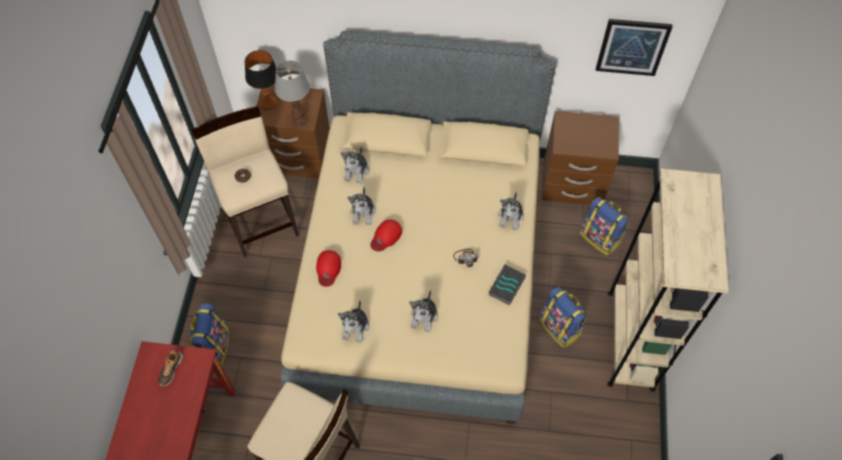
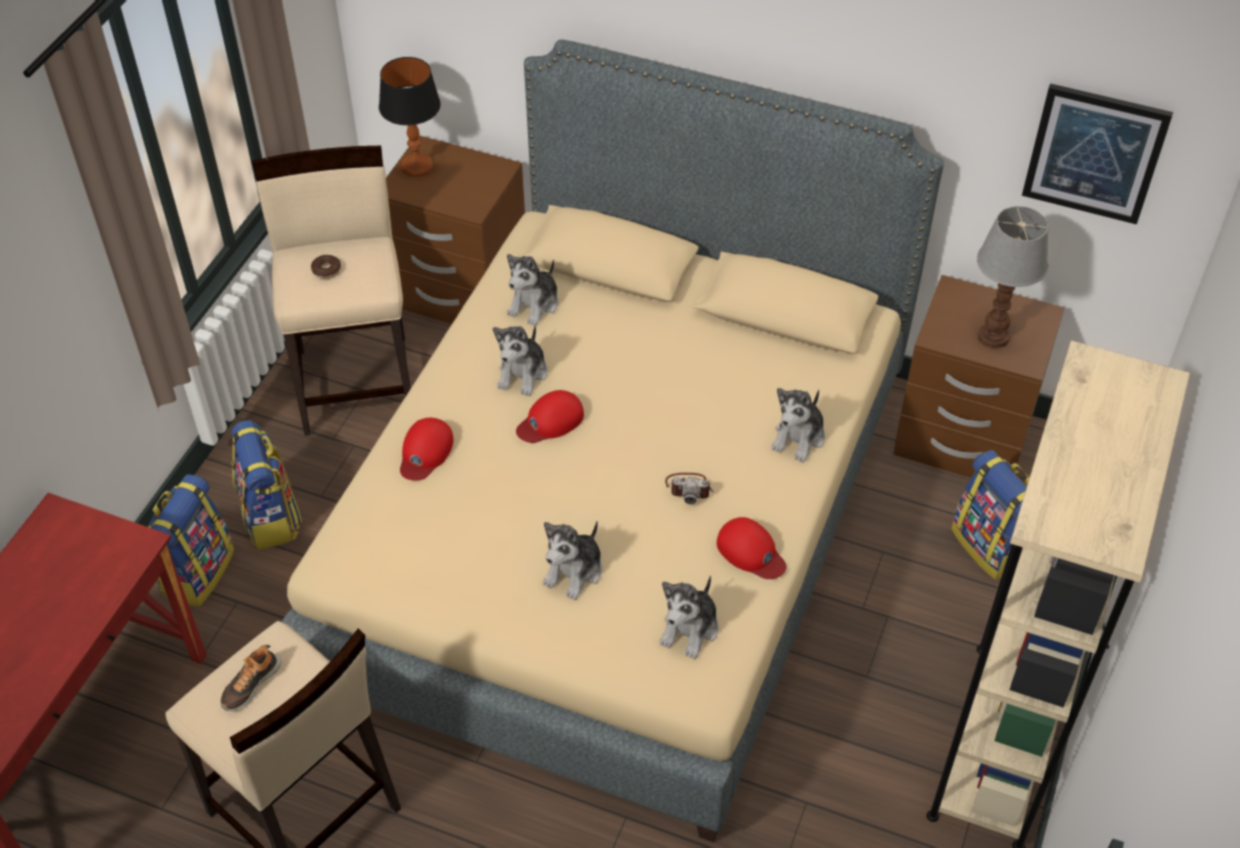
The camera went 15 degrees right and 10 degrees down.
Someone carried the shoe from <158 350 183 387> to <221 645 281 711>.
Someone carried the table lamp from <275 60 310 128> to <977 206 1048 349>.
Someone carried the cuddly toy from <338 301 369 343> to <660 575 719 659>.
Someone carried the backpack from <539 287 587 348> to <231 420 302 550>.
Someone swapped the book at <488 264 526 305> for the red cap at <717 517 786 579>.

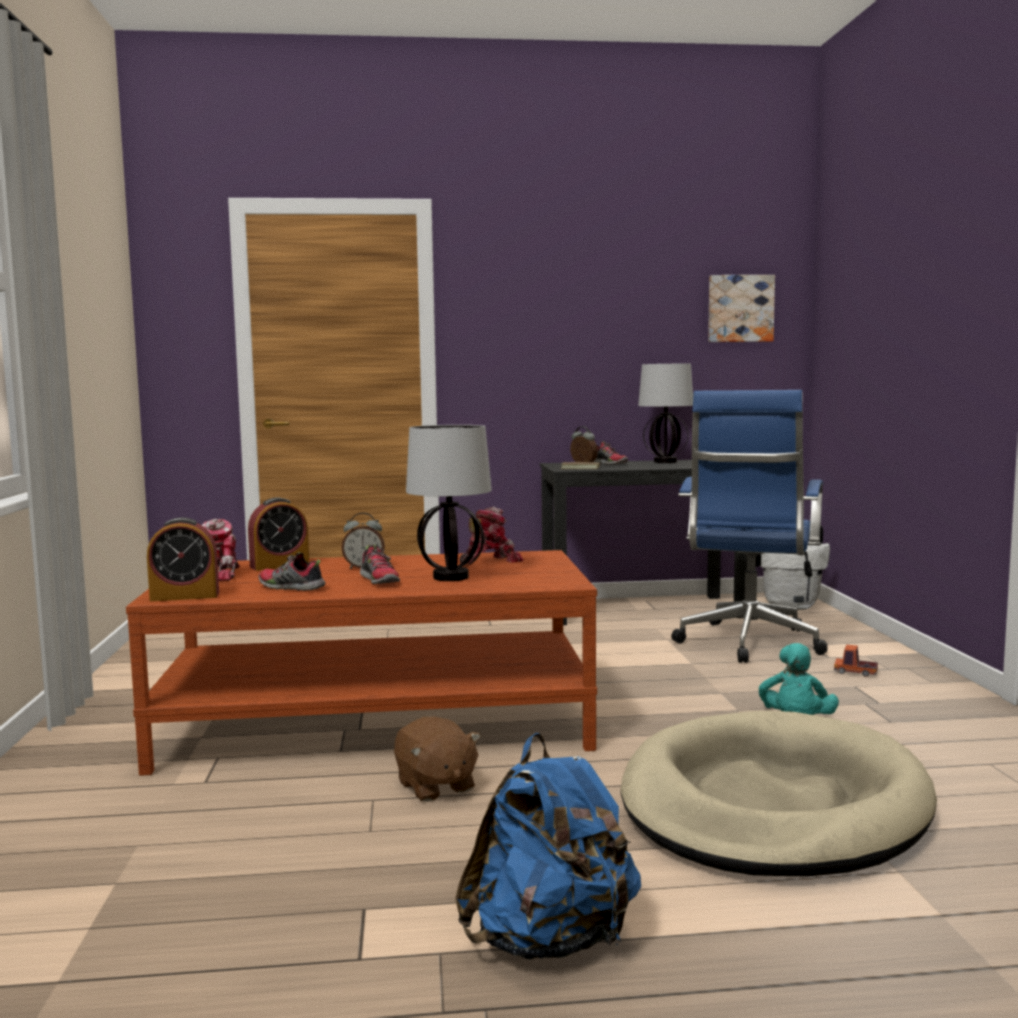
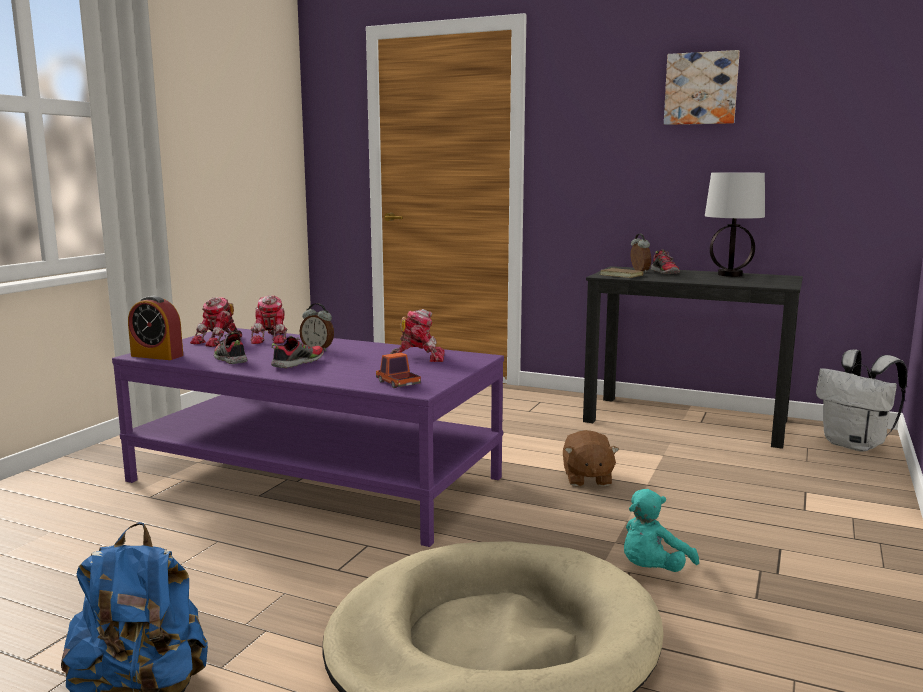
The camera went 30 degrees right and 5 degrees up.
Someone took away the table lamp at <406 425 492 581>.
Someone took away the bluish computer chair at <671 390 828 663>.
Someone carried the brown cuddly toy from <394 717 481 802> to <563 430 619 486>.
Someone carried the picture from <708 275 775 342> to <664 50 740 125>.
Someone carried the model truck from <834 645 878 677> to <376 352 421 388>.
Someone swapped the alarm clock at <248 497 309 571> for the robot figure at <250 296 288 344>.
Someone repainted the brown low table at <126 550 597 776>, which became the purple-coloured low table at <112 328 504 547>.
Someone rotated the shoe at <360 545 400 584> by 150 degrees counterclockwise.

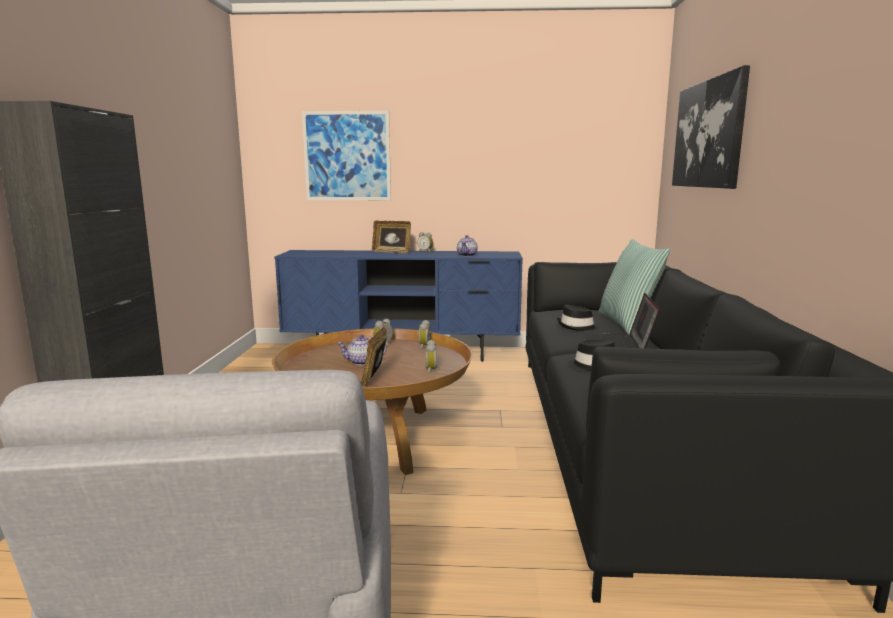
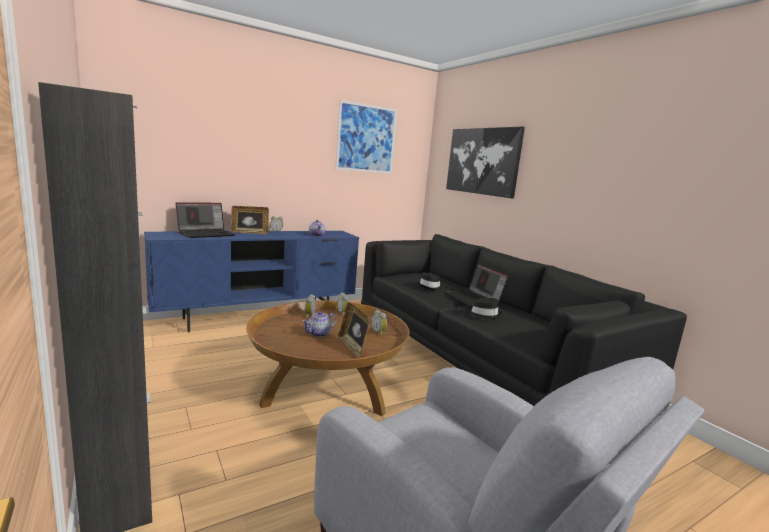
The camera went 35 degrees left and 0 degrees up.
Someone took away the throw pillow at <599 239 670 335>.
Someone put down the laptop at <176 202 236 238>.
Someone carried the picture from <302 111 391 200> to <335 100 397 174>.

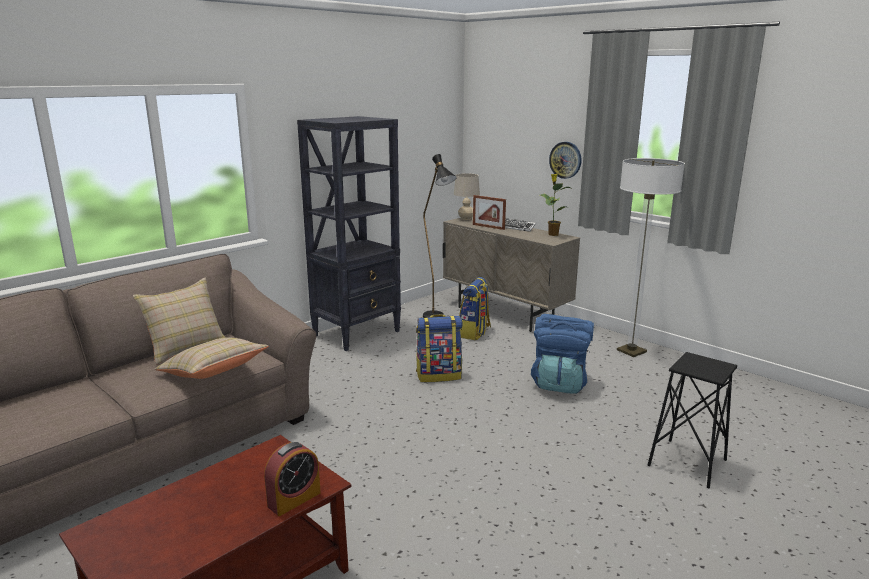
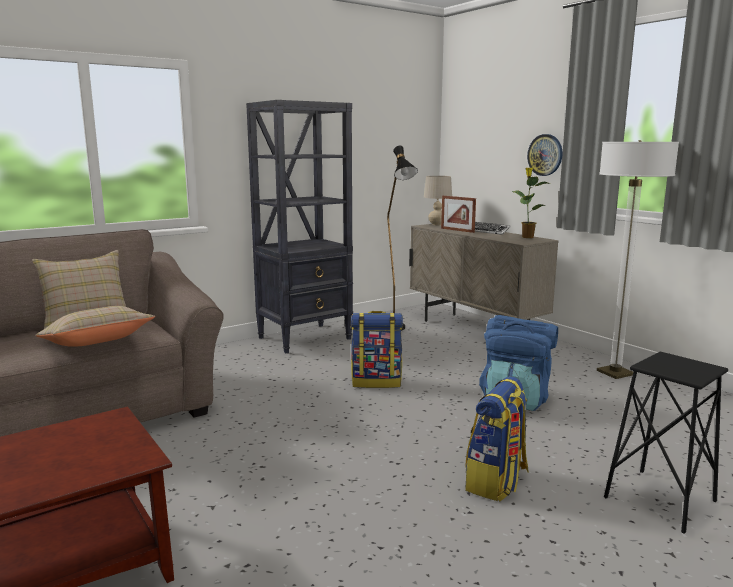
The camera went 10 degrees right and 5 degrees down.
Someone took away the alarm clock at <264 442 321 516>.
Someone carried the backpack from <459 277 491 340> to <465 376 529 502>.

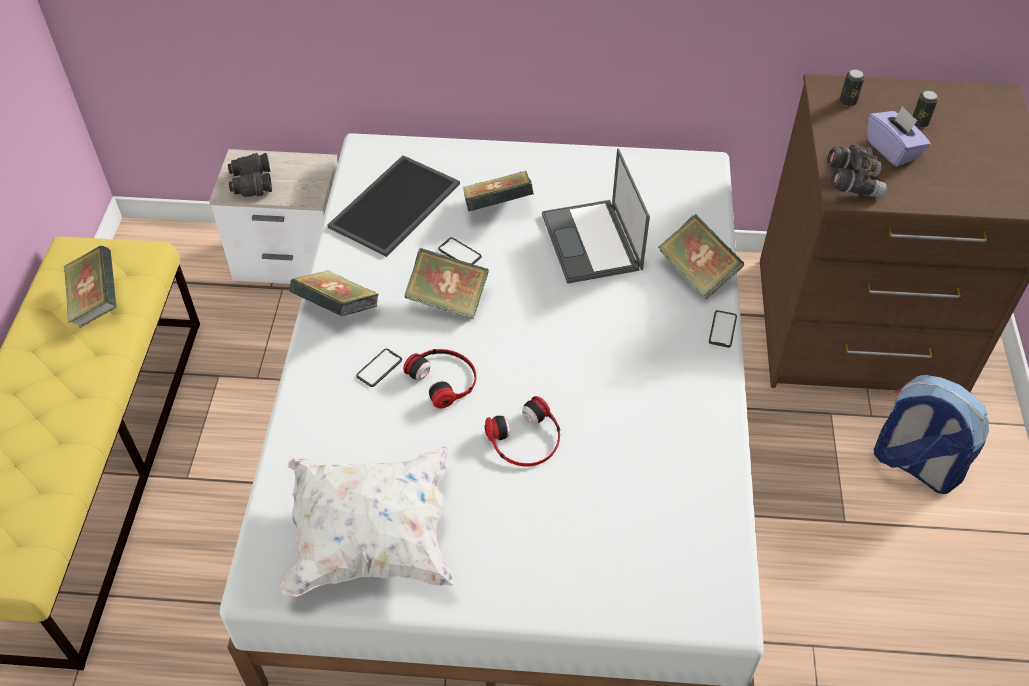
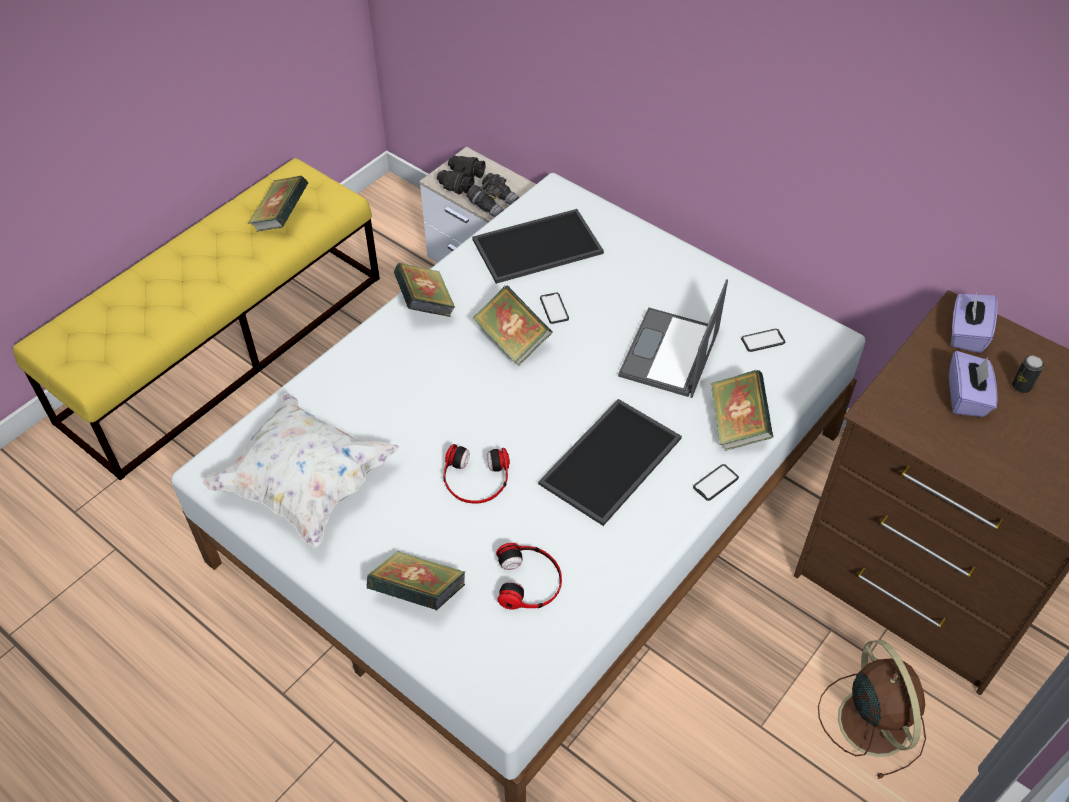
The camera went 35 degrees right and 0 degrees up.
Someone put down the serving tray at <538 399 682 526>.
Someone carried the phone from <356 349 402 387> to <741 329 785 352>.
Someone carried the headset from <403 349 477 408> to <496 543 562 610>.
Someone carried the book from <463 171 534 212> to <366 551 465 610>.
Someone carried the greyish pair of binoculars from <827 144 887 198> to <467 173 519 218>.
Someone swapped the metal can at <840 69 865 106> for the purple-coloured box of tissues at <951 291 998 353>.
Someone swapped the backpack at <874 375 989 494> for the brown fan at <818 639 926 779>.

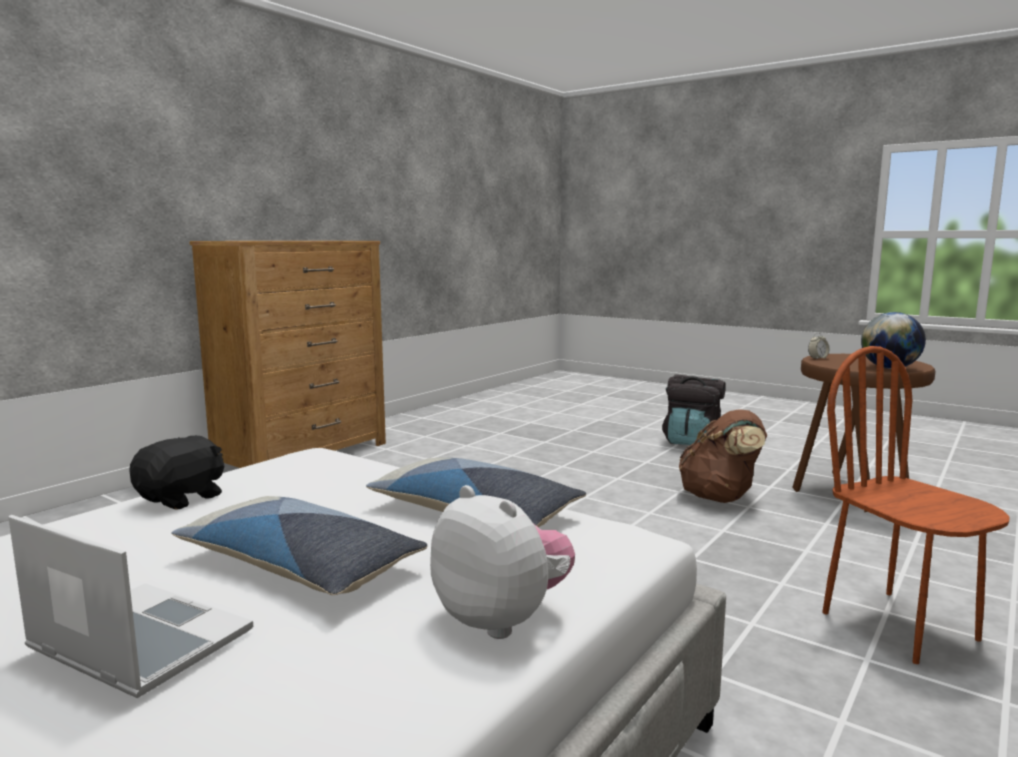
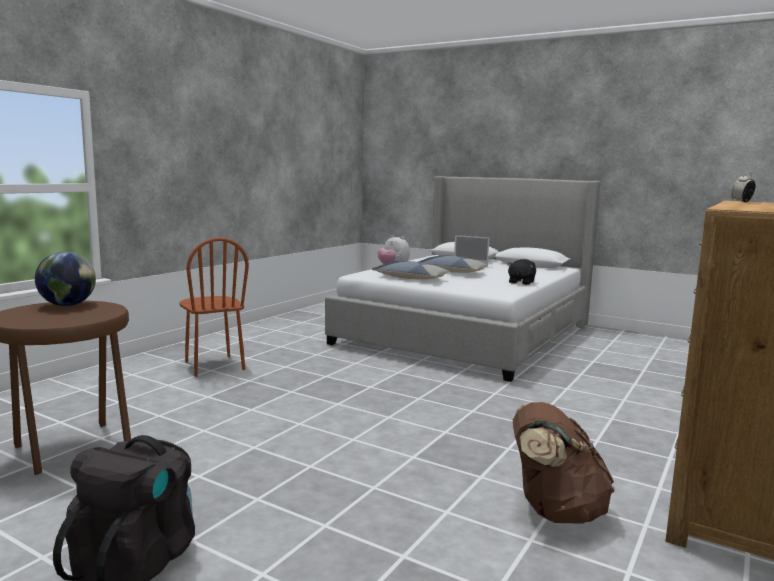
The camera went 175 degrees right and 0 degrees up.
Someone carried the brown backpack from <679 409 767 503> to <513 402 615 523>.
Someone carried the alarm clock from <808 333 829 360> to <731 172 756 202>.

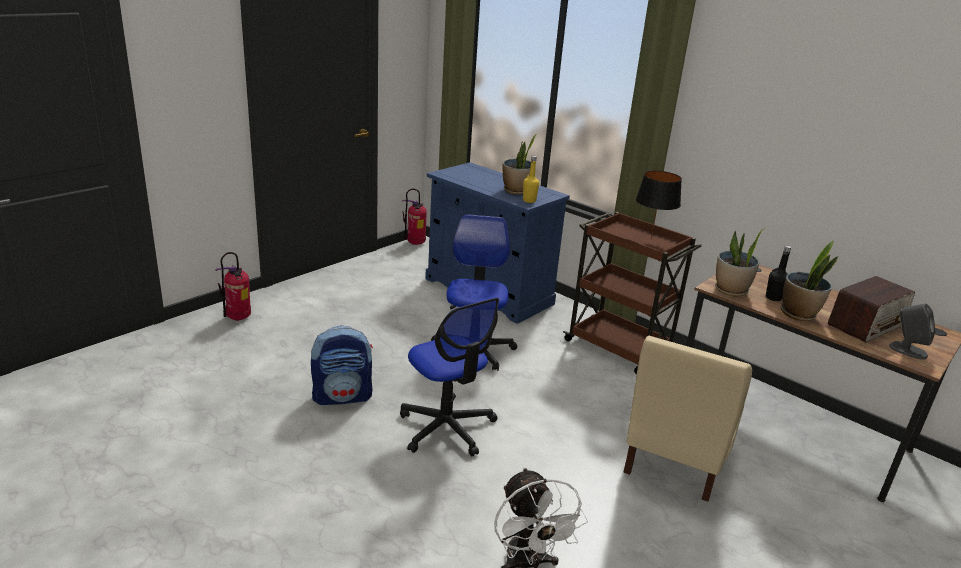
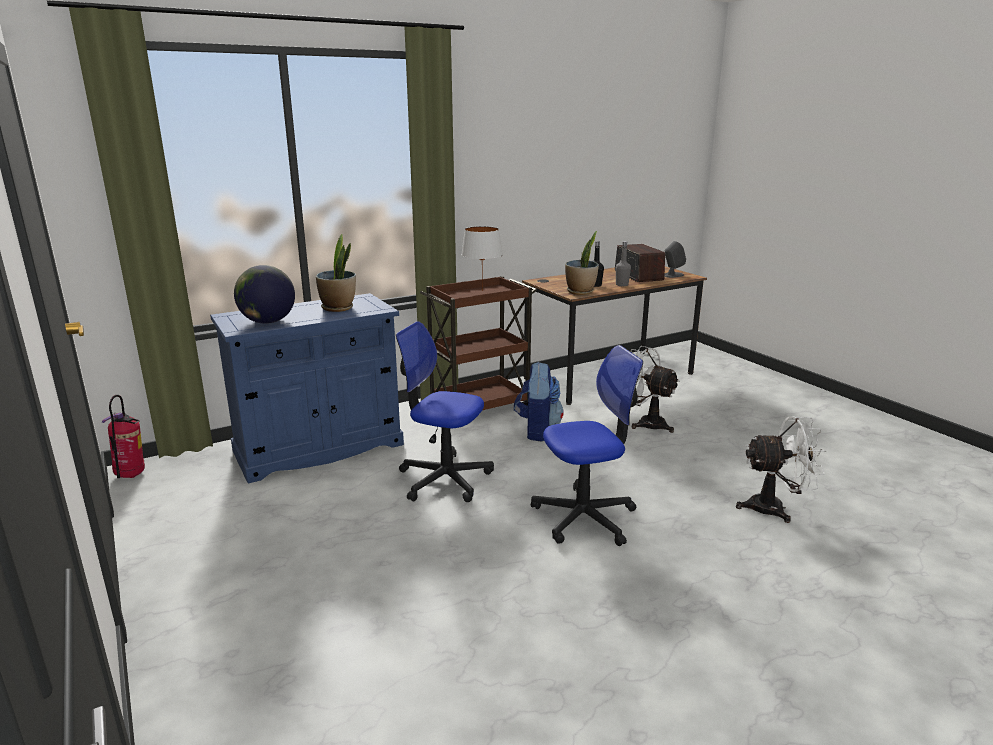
The camera went 70 degrees left and 5 degrees down.
Someone took away the extinguisher at <215 252 251 321>.
Someone took away the yellow drink bottle at <523 156 539 203>.
Someone put down the world globe at <234 265 295 324>.
Someone carried the backpack from <311 326 373 405> to <514 362 564 442>.
Someone swapped the beige upright chair at <623 336 752 502> for the white fan at <631 346 680 433>.
Someone swapped the potted plant at <781 241 838 321> for the greyish drink bottle at <616 241 631 286>.
Someone repainted the black table lamp at <636 171 682 239>, which became the white table lamp at <461 226 503 292>.

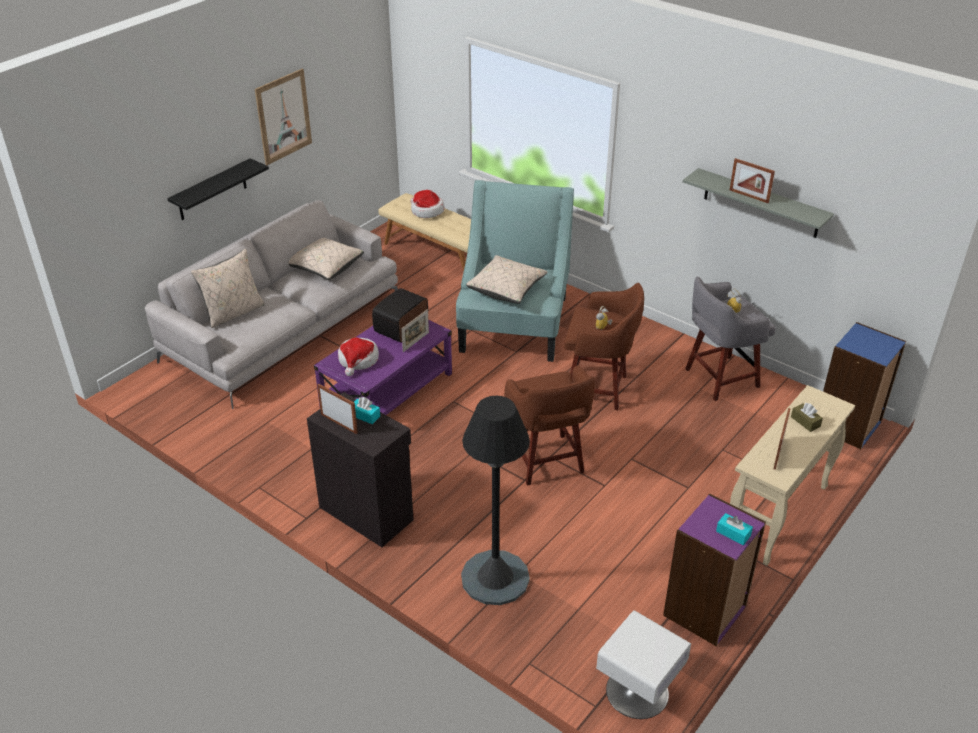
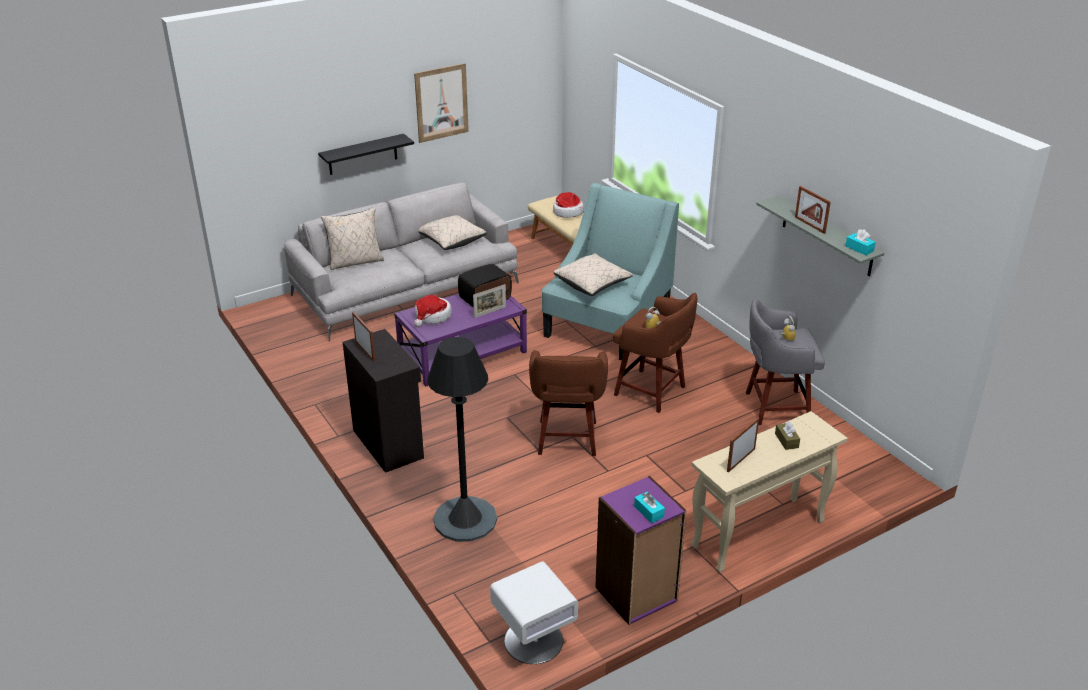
The camera went 20 degrees right and 5 degrees down.
Someone took away the bluish shelving unit at <823 322 906 449>.
Someone carried the turquoise-coloured box of tissues from <354 397 380 424> to <845 229 876 255>.

